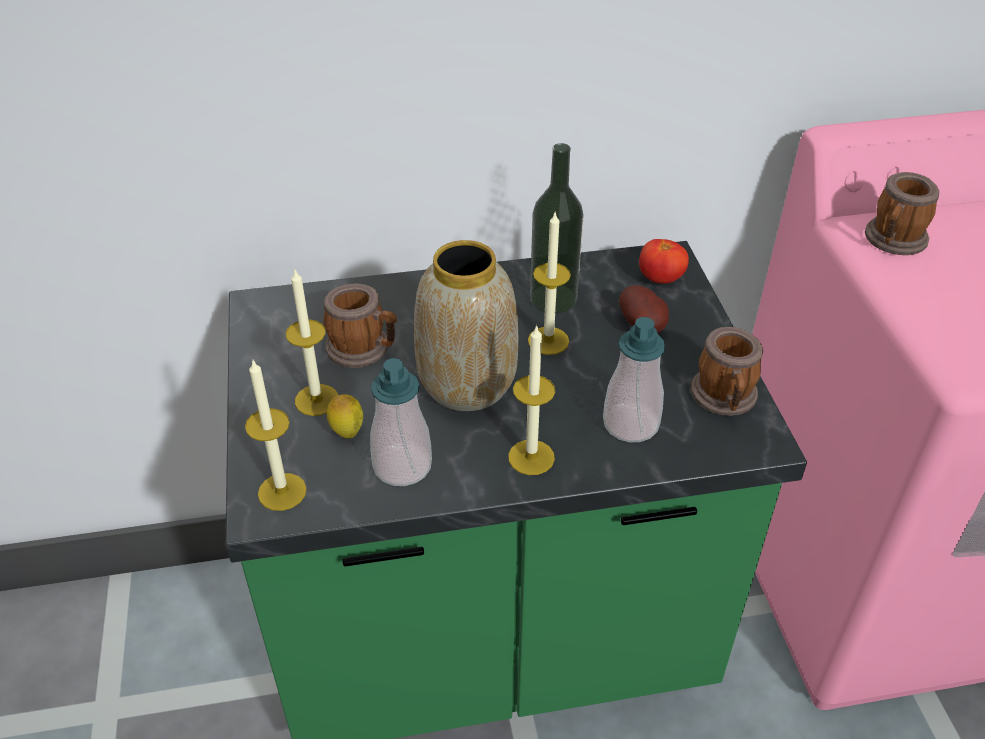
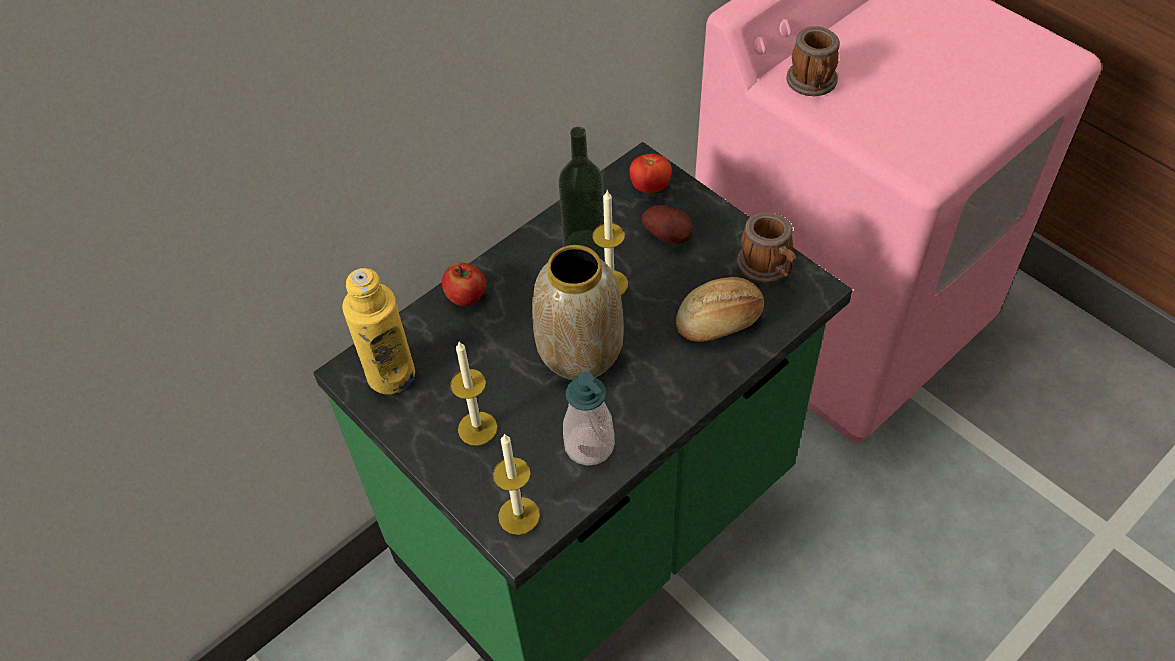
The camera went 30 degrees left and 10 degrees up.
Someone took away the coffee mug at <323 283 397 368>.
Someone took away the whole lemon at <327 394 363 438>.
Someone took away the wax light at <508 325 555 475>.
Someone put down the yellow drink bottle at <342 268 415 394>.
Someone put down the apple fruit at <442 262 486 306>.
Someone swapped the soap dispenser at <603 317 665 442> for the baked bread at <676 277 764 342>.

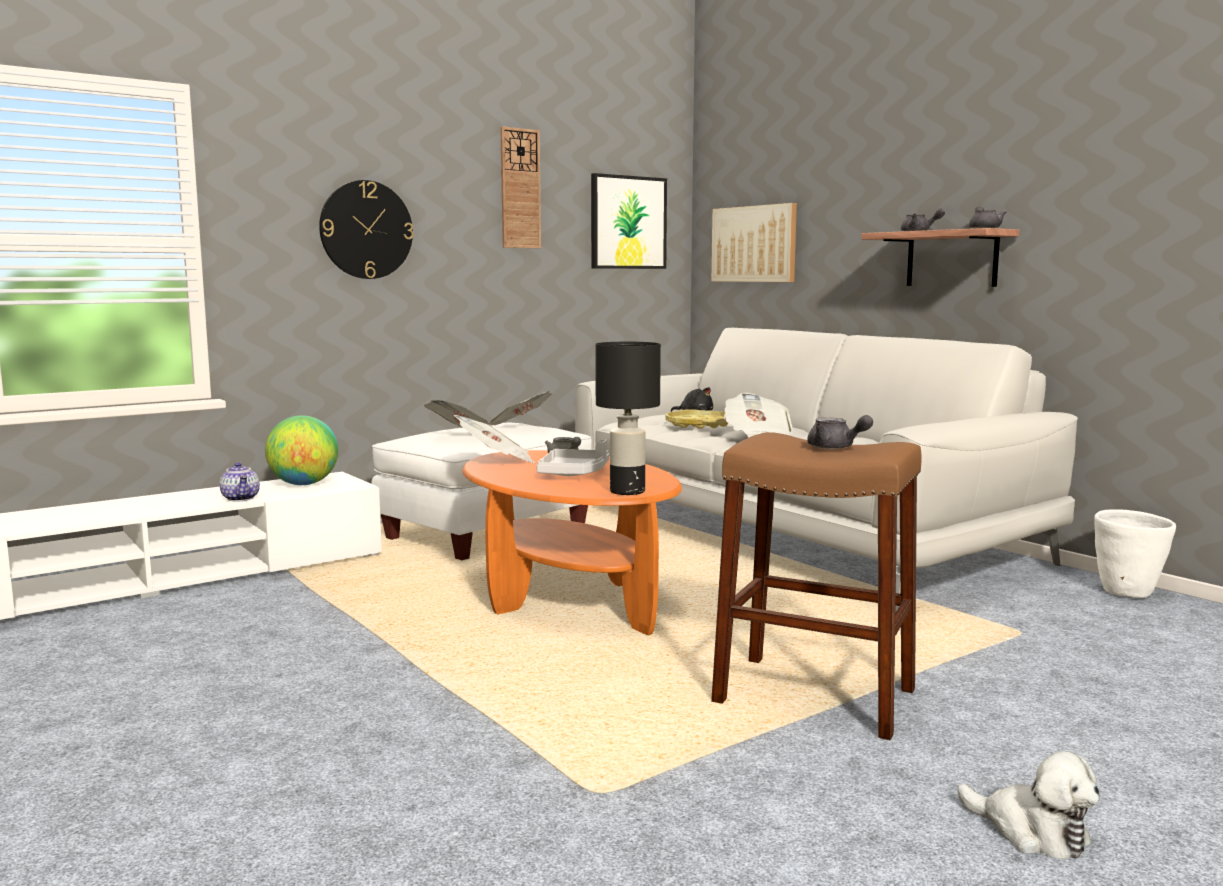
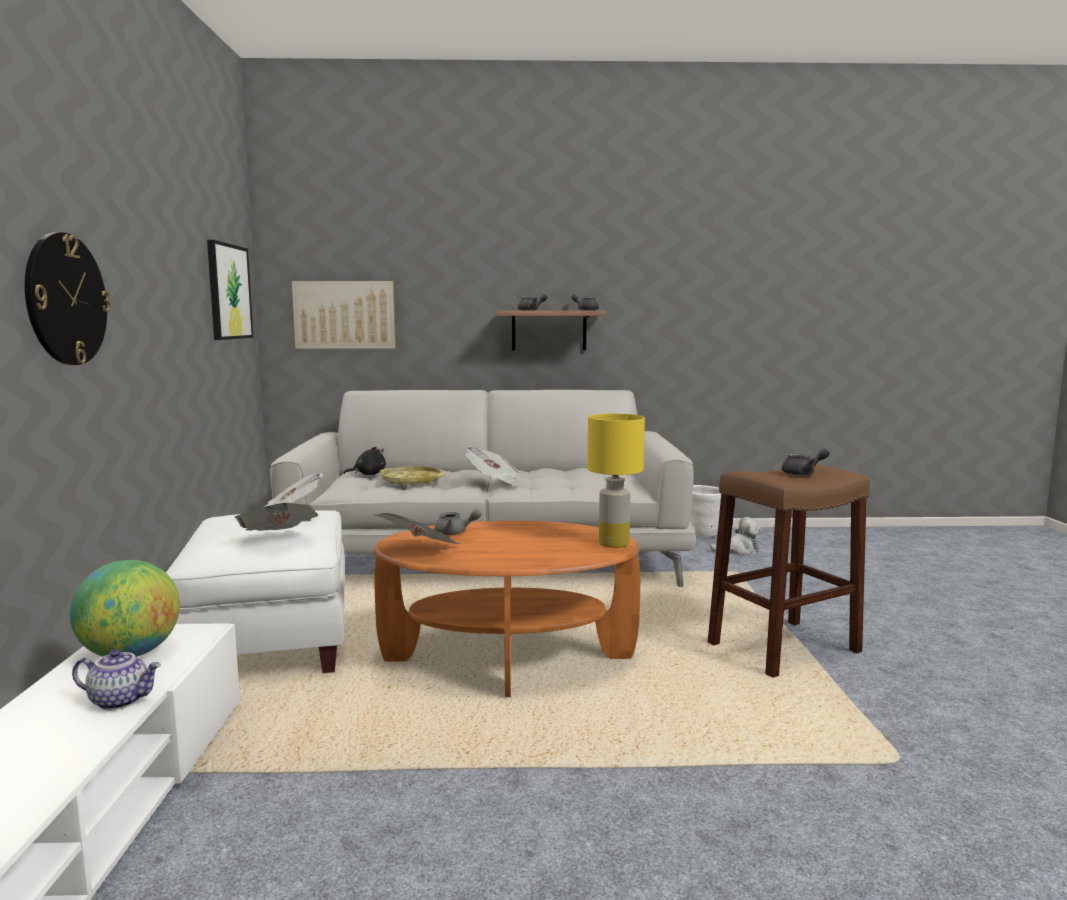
The camera went 55 degrees left and 0 degrees up.
Someone took away the clock on the wall at <500 126 541 248>.
Someone took away the greyish serving tray at <536 439 609 476>.
Someone carried the cuddly toy from <957 751 1100 859> to <710 517 761 556>.
Someone repainted the black table lamp at <595 342 661 495>, which became the yellow table lamp at <587 414 645 548>.

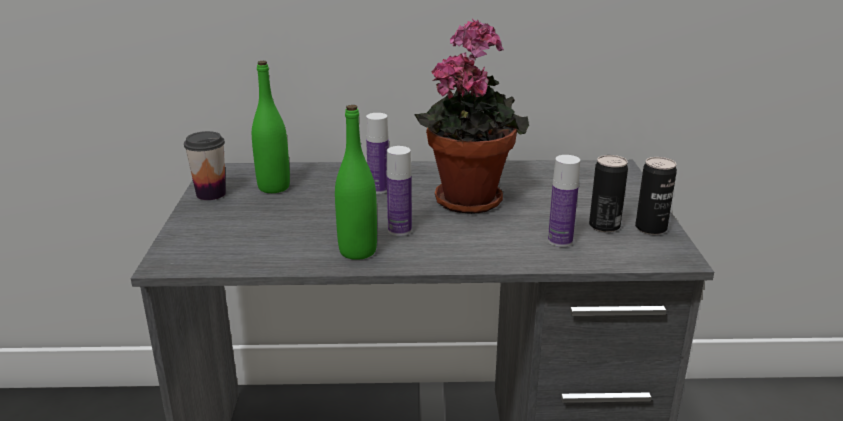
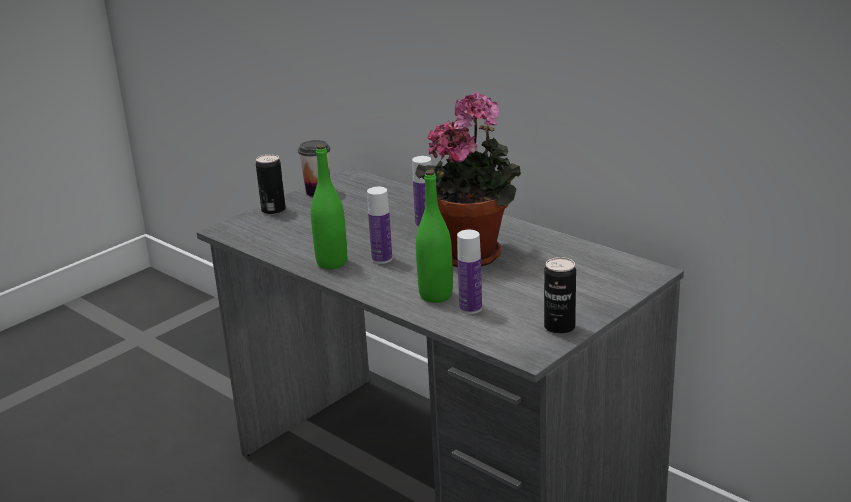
The camera went 45 degrees right and 0 degrees up.
Someone carried the greenish drink bottle from <252 61 290 193> to <416 170 453 303>.
Someone carried the metal can from <589 155 628 232> to <256 154 286 215>.

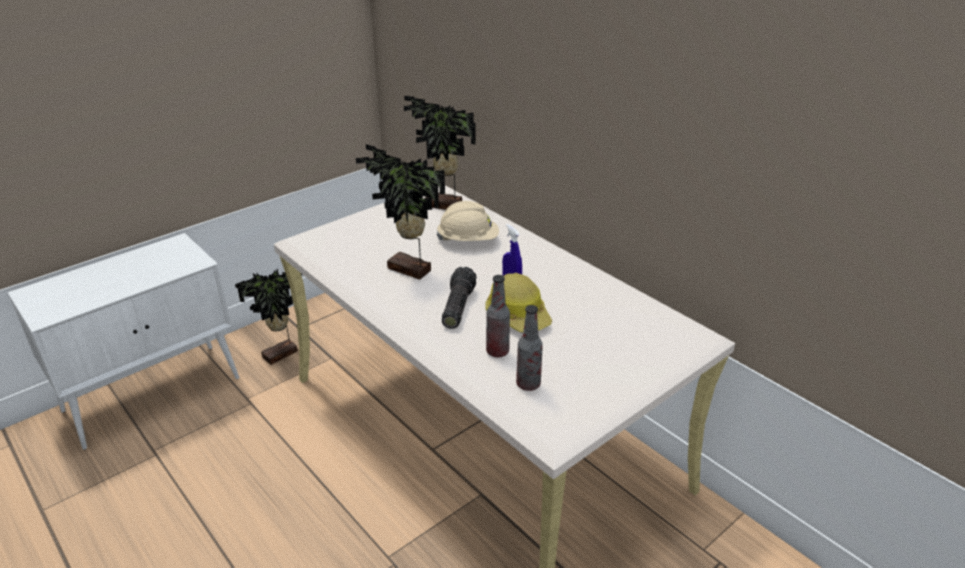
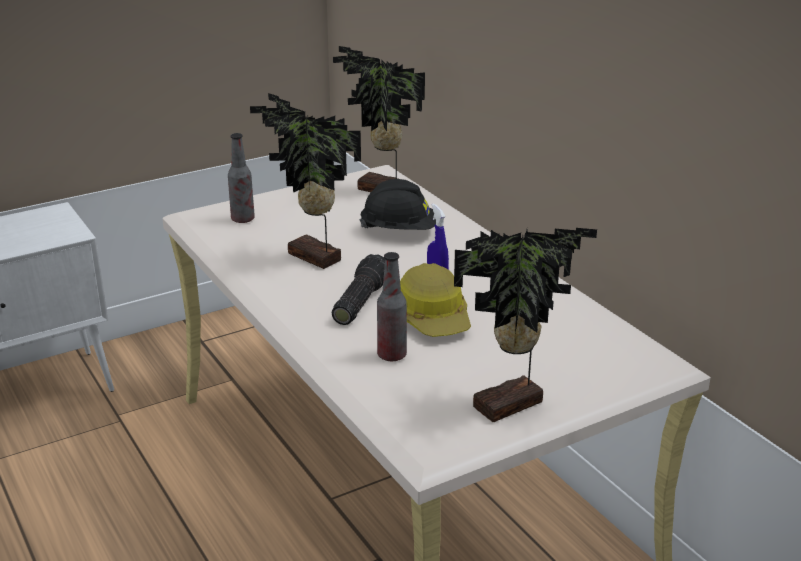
The camera went 10 degrees right and 5 degrees down.
Someone carried the potted plant from <235 268 302 365> to <454 228 597 422>.
Someone carried the drink bottle from <516 305 543 391> to <228 133 255 223>.
Someone repainted the beige safety helmet at <436 201 499 241>, which became the black safety helmet at <359 179 436 230>.

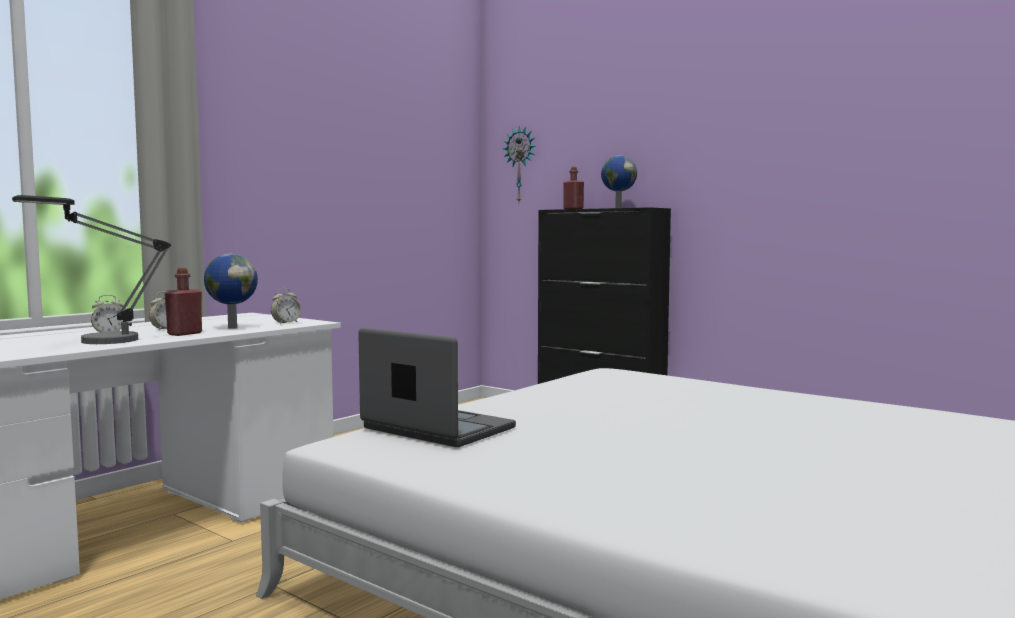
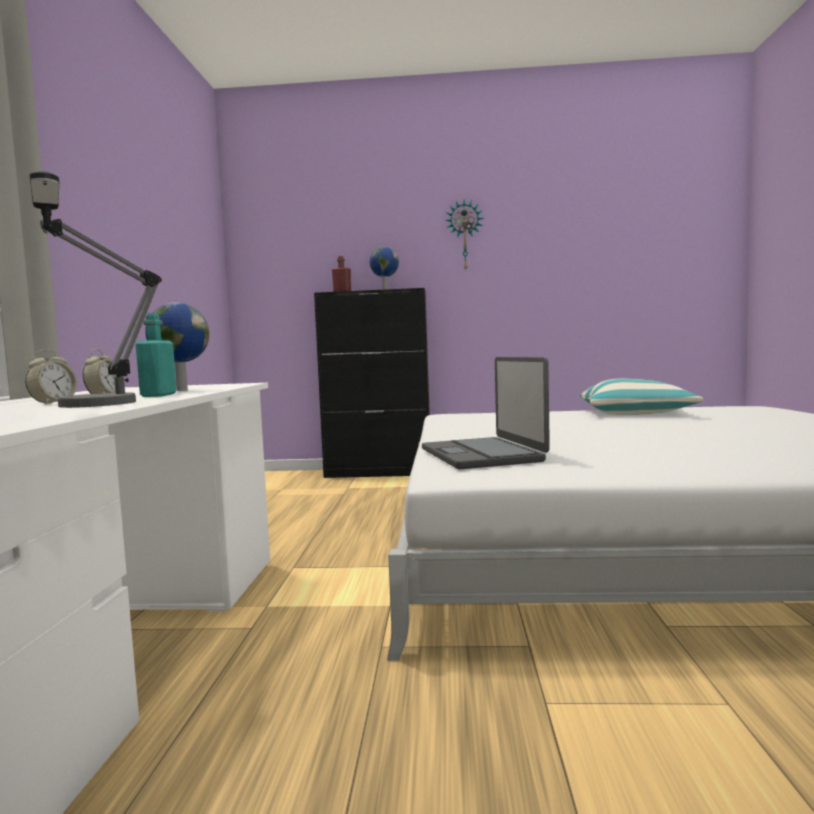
The camera went 35 degrees left and 0 degrees up.
Someone took away the alarm clock at <271 288 301 324>.
Someone put down the throw pillow at <580 379 703 415>.
Someone carried the clock on the wall from <503 126 535 202> to <445 200 484 270>.
Someone repainted the red drink bottle at <165 268 202 336>, which became the turquoise-coloured drink bottle at <136 313 177 397>.
Someone rotated the laptop at <358 328 516 447> by 105 degrees counterclockwise.

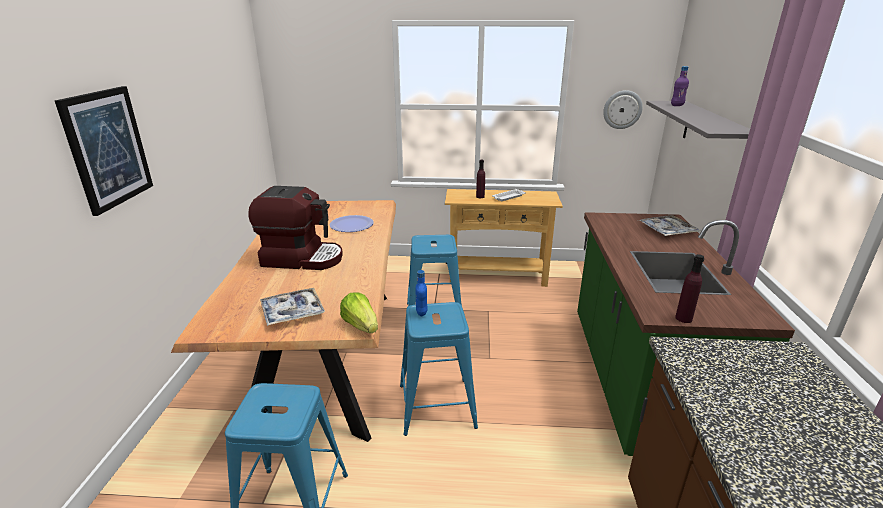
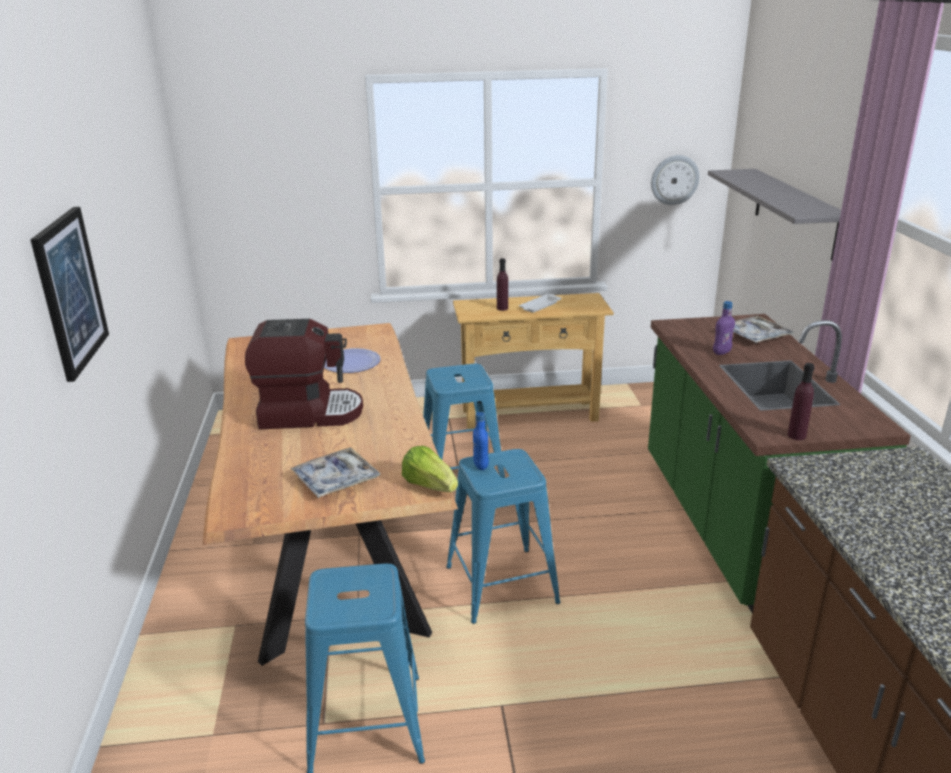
The camera went 10 degrees left and 0 degrees up.
Someone carried the purple-coloured drink bottle from <671 66 689 106> to <713 301 735 355>.

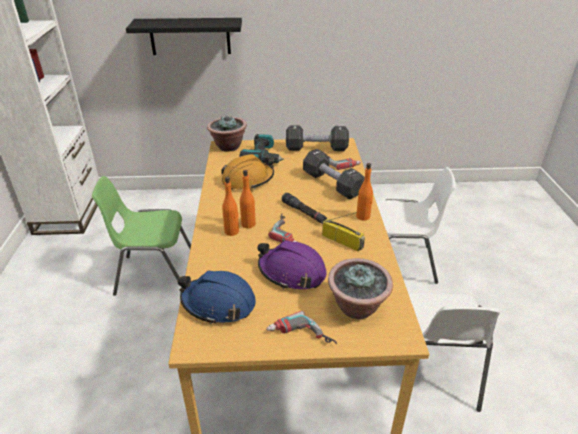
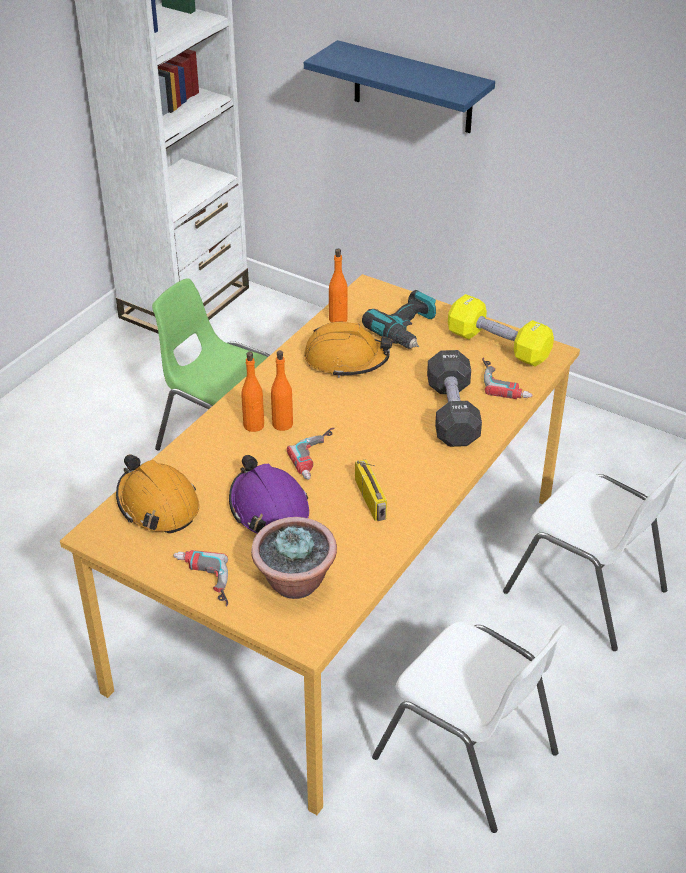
The camera went 35 degrees right and 5 degrees up.
Someone took away the potted plant at <207 116 247 152>.
Someone took away the black hand torch at <282 193 327 224>.
Someone carried the orange drink bottle from <356 163 373 221> to <329 249 348 322>.
Someone repainted the black wall shelf at <126 18 242 55>, which became the bluish wall shelf at <304 40 495 133>.
Someone repainted the bluish safety helmet at <178 271 256 325>, which became the orange safety helmet at <116 454 200 534>.
Someone repainted the black free weight at <286 125 349 151>, which became the yellow free weight at <448 294 554 367>.
Someone rotated the white upright chair at <408 293 500 412> by 90 degrees counterclockwise.

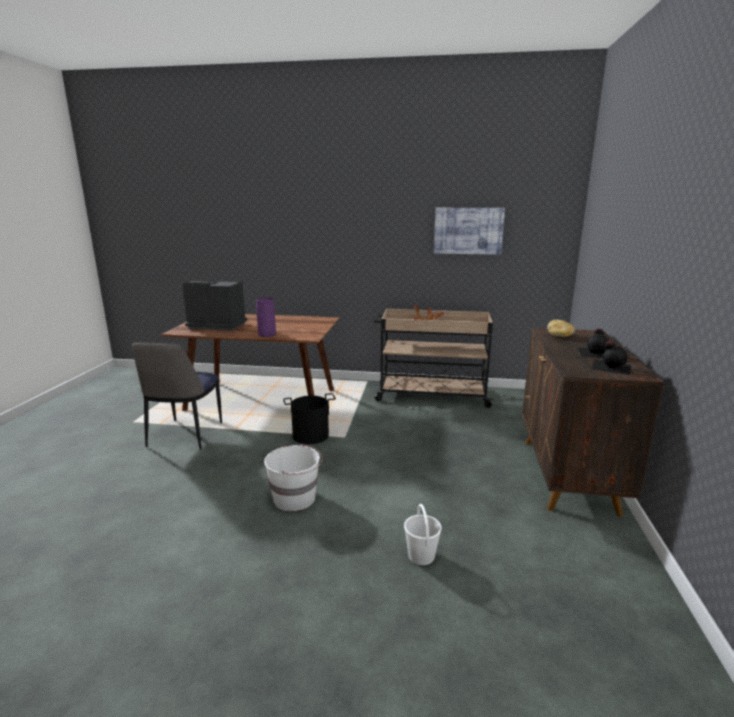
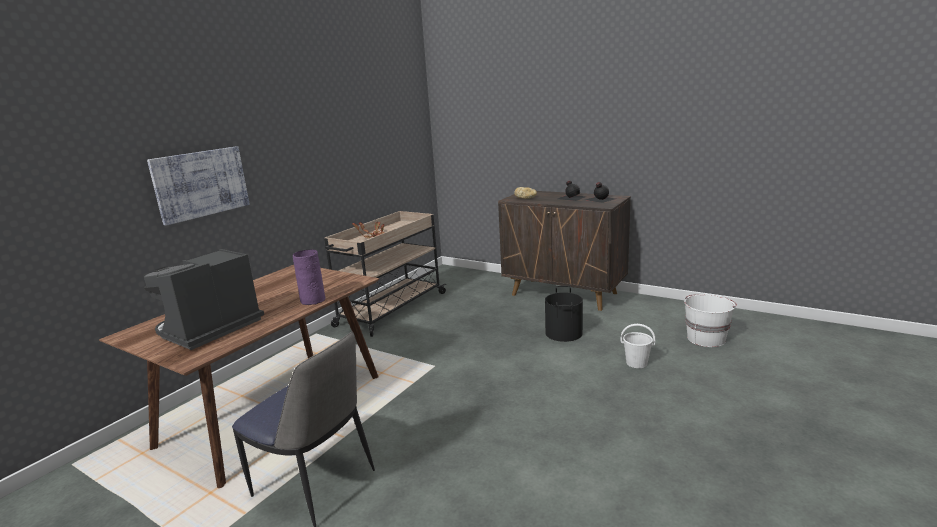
The camera went 65 degrees left and 0 degrees up.
Someone carried the white bucket from <264 444 322 511> to <684 294 737 347>.
Someone carried the black bucket from <283 393 336 444> to <545 286 583 342>.
Someone carried the picture from <434 208 505 255> to <147 147 250 226>.

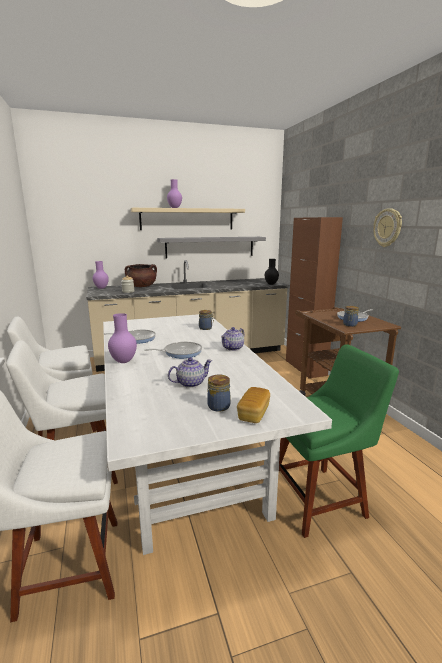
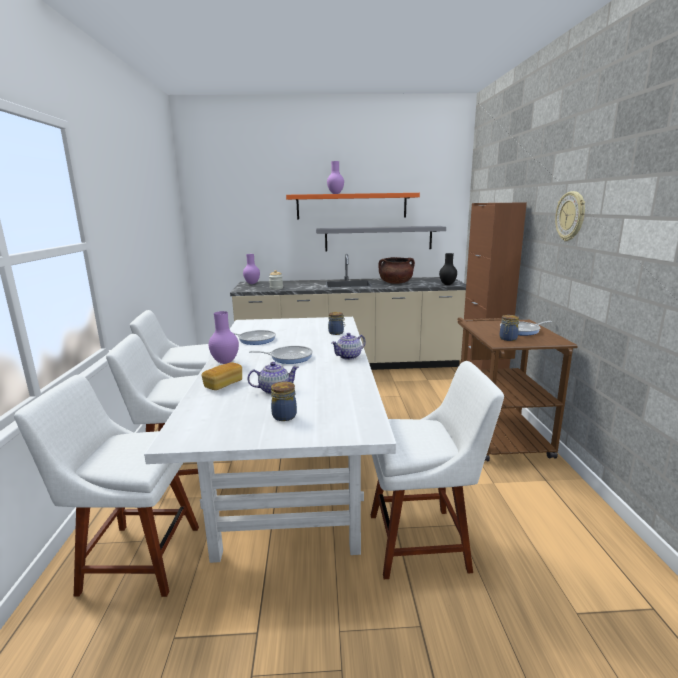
The camera went 15 degrees right and 0 degrees up.
Someone carried the brown stockpot from <125 264 157 287> to <378 257 415 284>.
Someone carried the baked bread from <237 387 270 423> to <201 362 242 390>.
Someone repainted the beige wall shelf at <131 208 245 230>, which became the orange wall shelf at <286 193 420 220>.
Someone repainted the greenish upright chair at <279 344 399 538>, which became the white upright chair at <371 361 504 579>.

